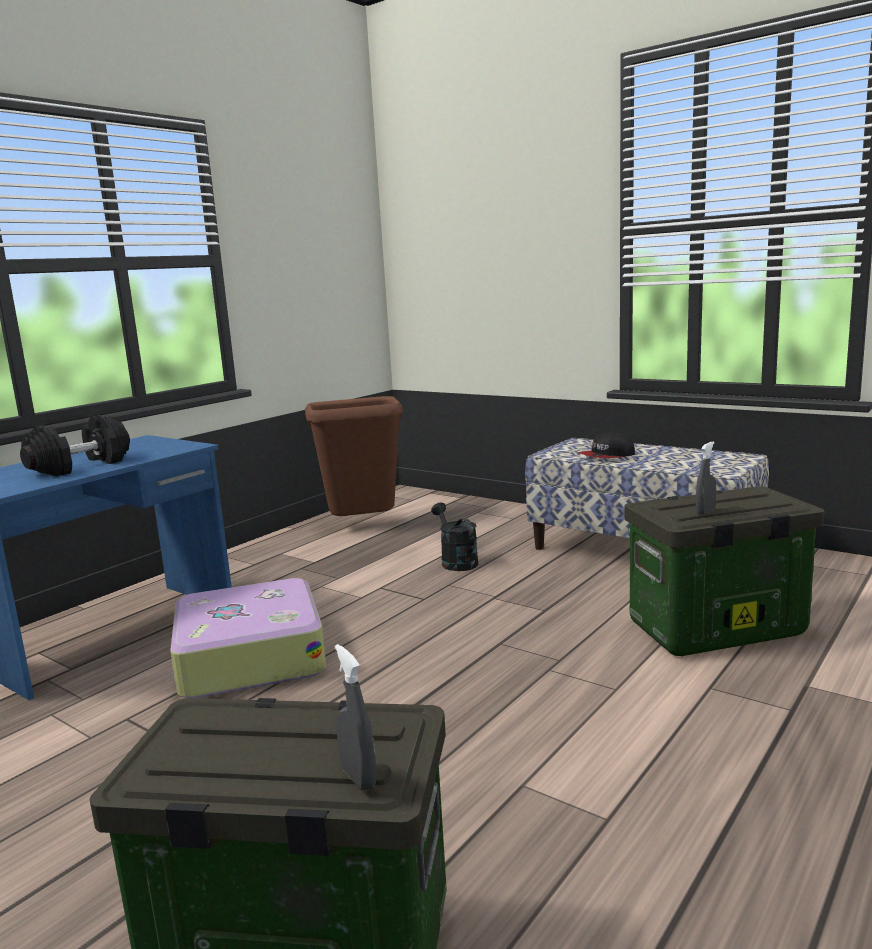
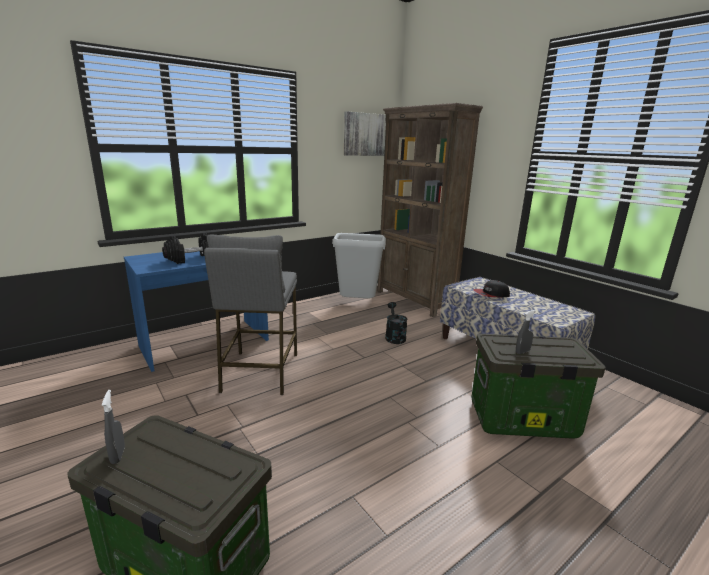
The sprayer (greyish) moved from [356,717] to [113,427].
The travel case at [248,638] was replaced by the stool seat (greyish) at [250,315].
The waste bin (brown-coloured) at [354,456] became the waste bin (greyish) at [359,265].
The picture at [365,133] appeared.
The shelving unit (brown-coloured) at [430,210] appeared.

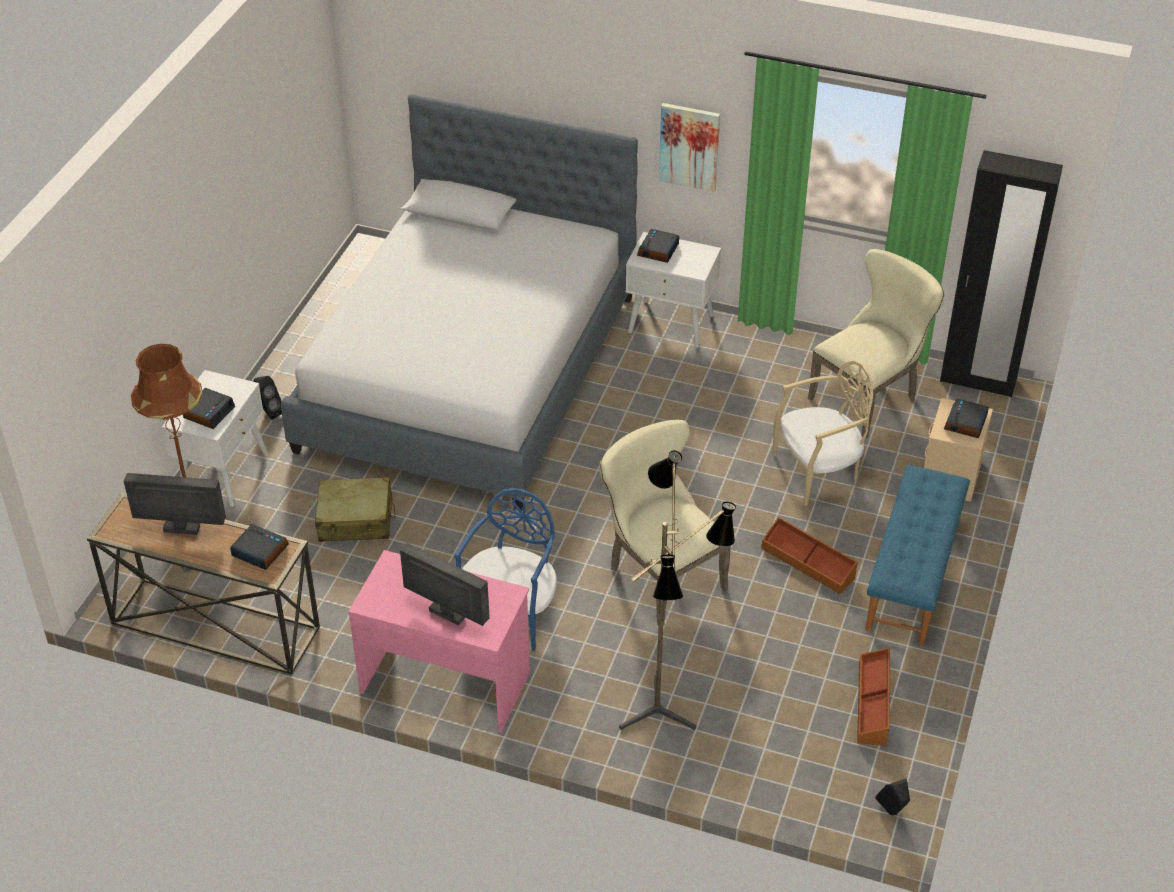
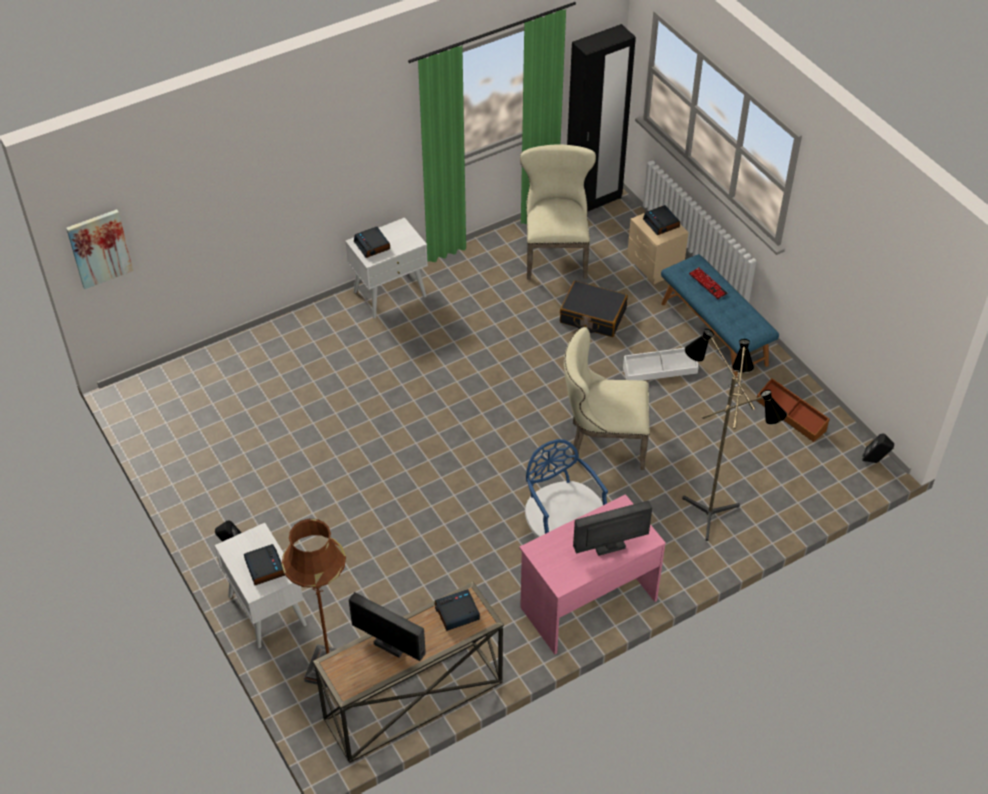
The picture moved from [689,147] to [99,249].
The computer display at [175,504] turned 105 degrees counterclockwise.
The plain chair (sand-coloured) at [823,433] was replaced by the travel case (black-coloured) at [594,309].
The storage bin (brown-coloured) at [809,555] became the storage bin (white) at [661,364].
The PC keyboard at [708,283] appeared.
The sleeping bed at [459,301] disappeared.
The travel case (sand-coloured) at [355,509] disappeared.

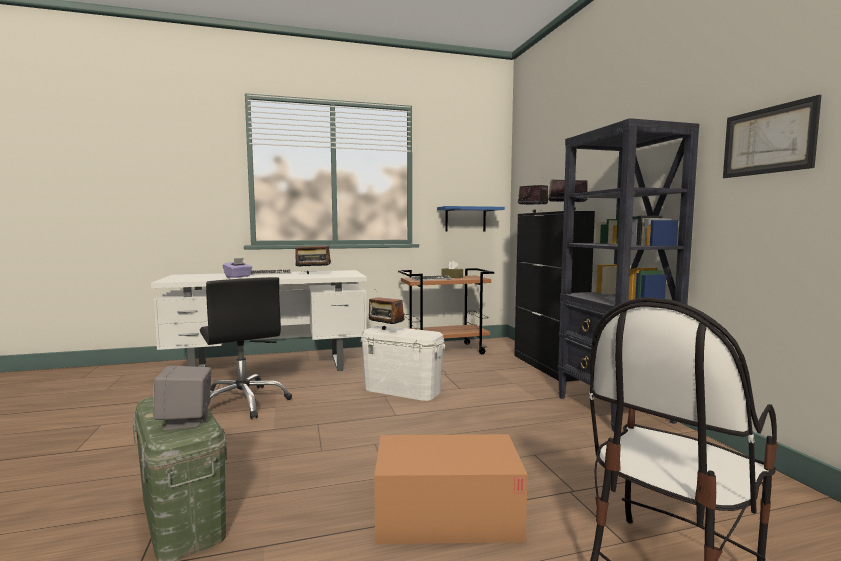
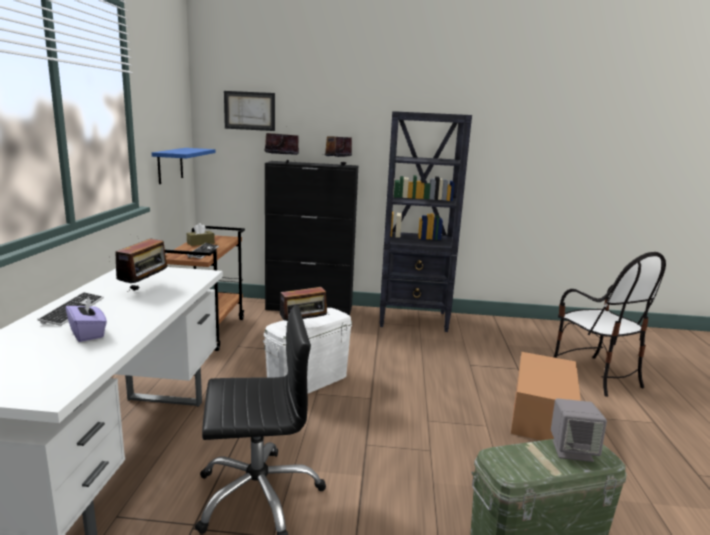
The picture moved from [772,136] to [249,111].

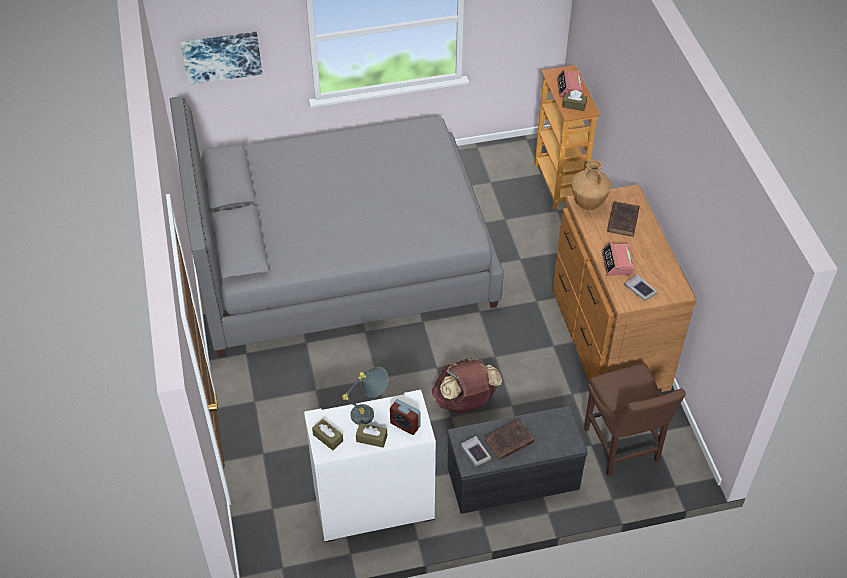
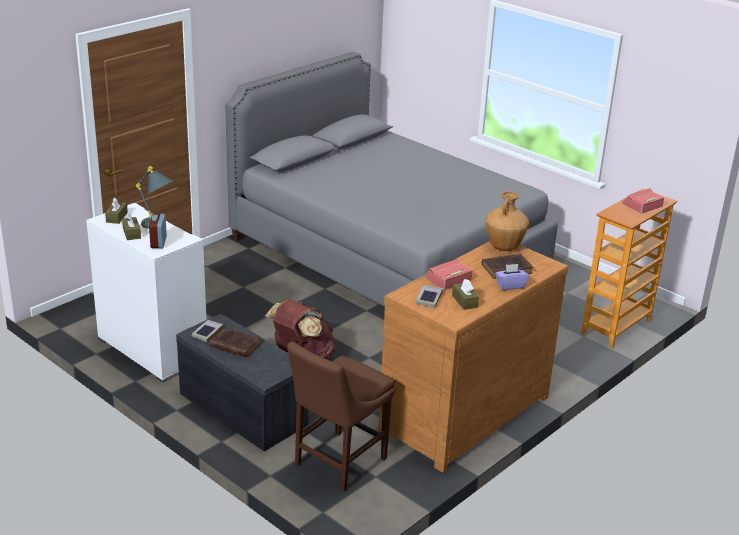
The box of tissues (brown-coloured) moved from [574,100] to [465,294].
The box of tissues (purplish) at [512,277] appeared.
The picture at [221,58] disappeared.

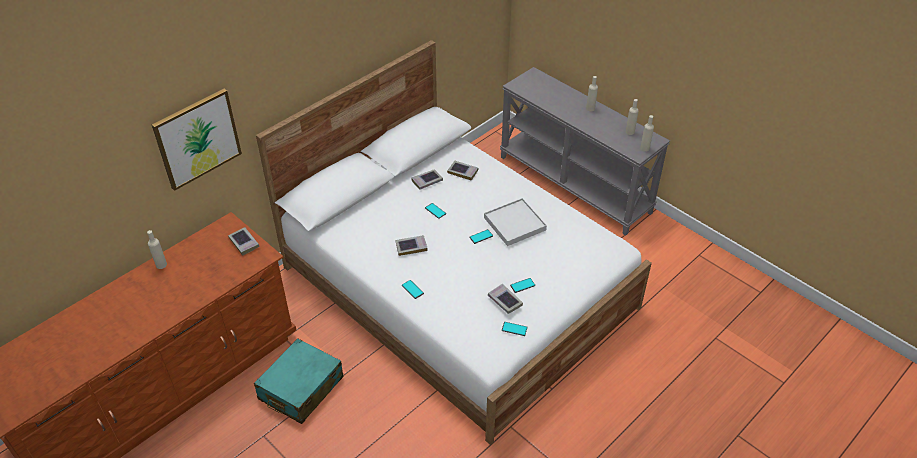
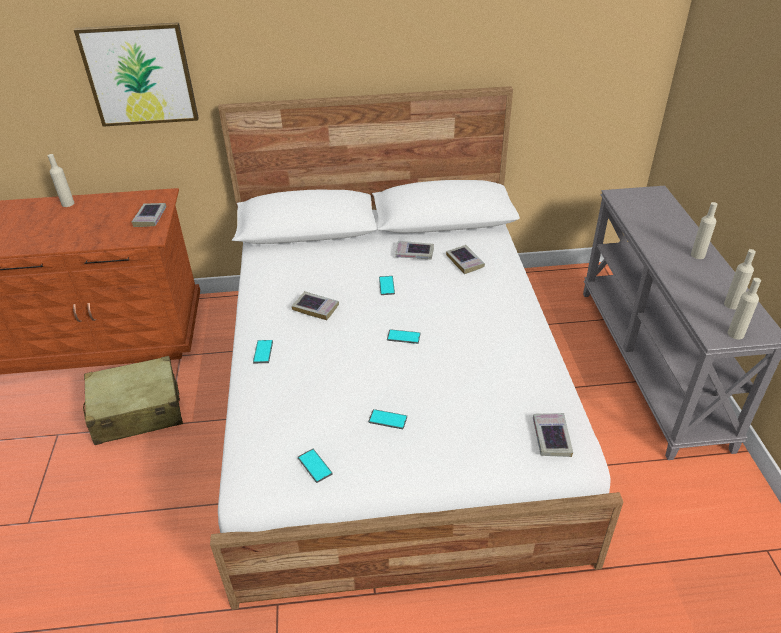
The travel case (turquoise) at [299,381] became the travel case (sand-coloured) at [133,400].
The bound book moved from [505,299] to [553,435].
The serving tray (white) at [515,222] disappeared.

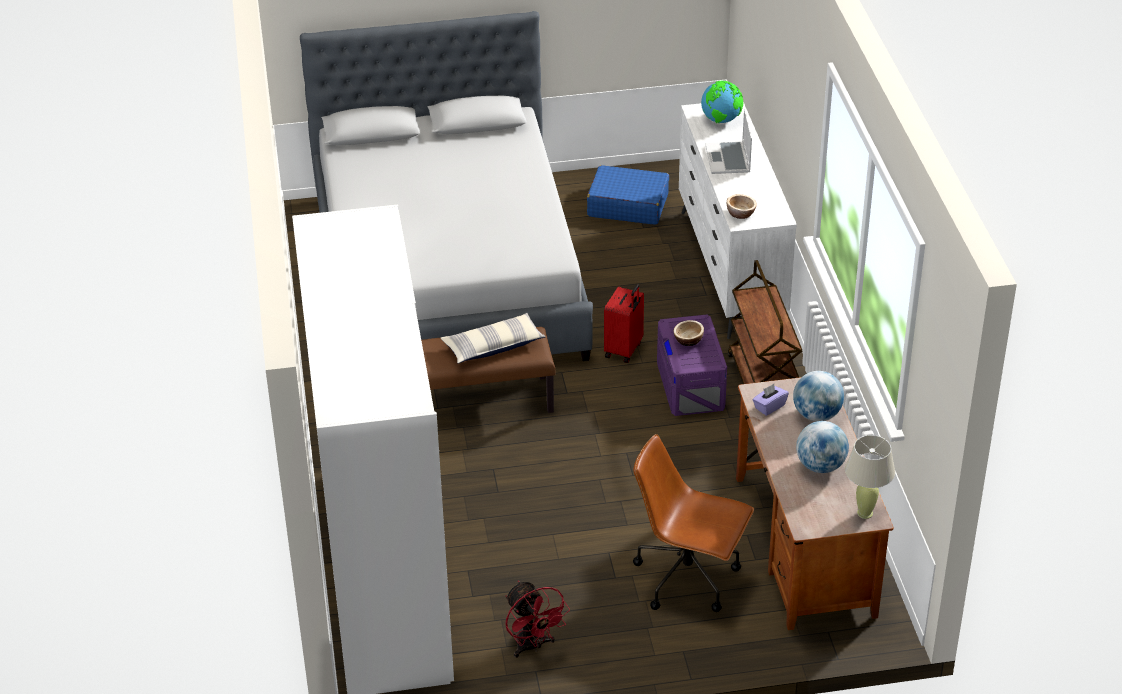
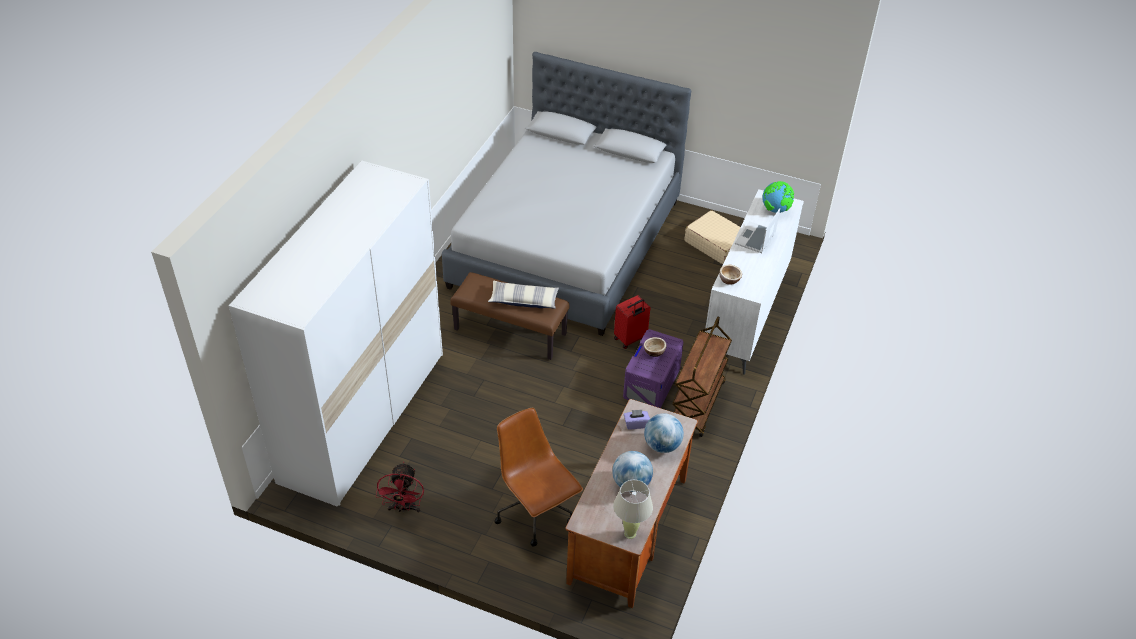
The travel case (blue-coloured) at [628,195] became the travel case (sand-coloured) at [712,237].

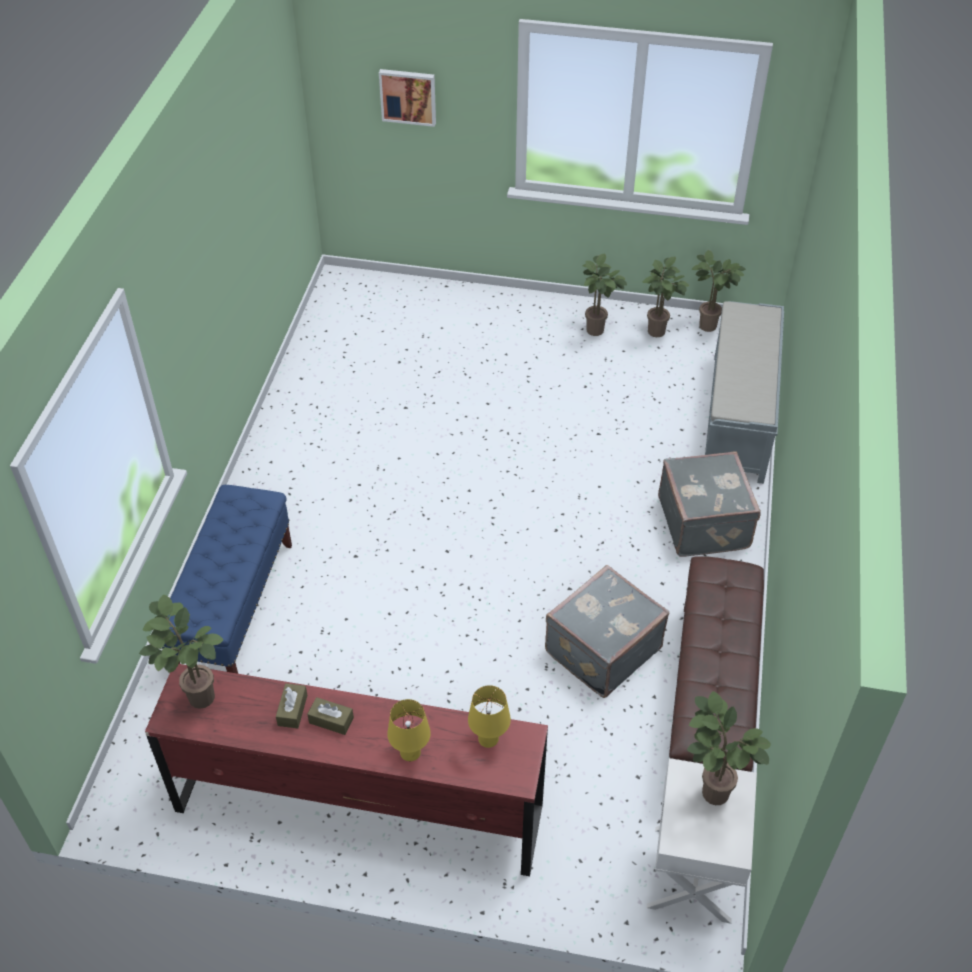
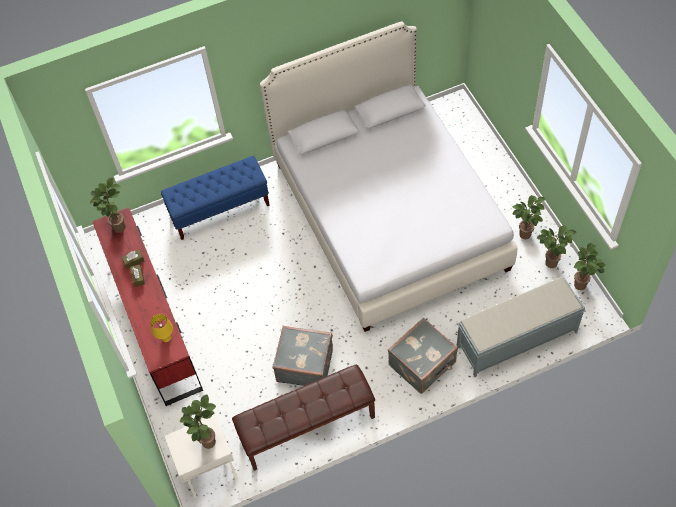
The sleeping bed (white) at [388,177] appeared.
The picture at [407,98] disappeared.
The lamp for a table (yellow) at [409,730] disappeared.

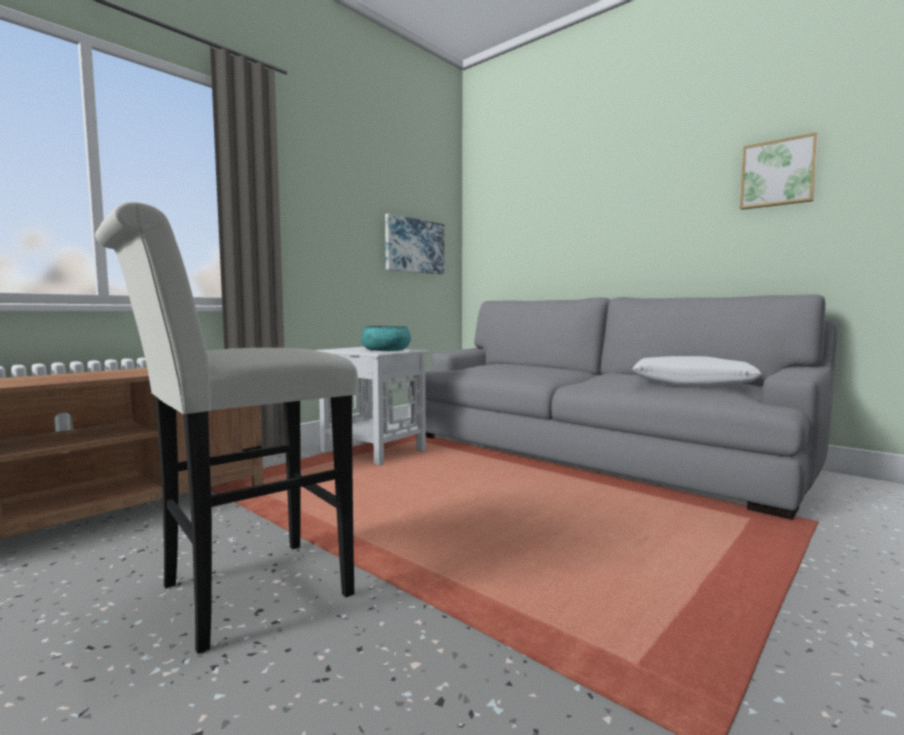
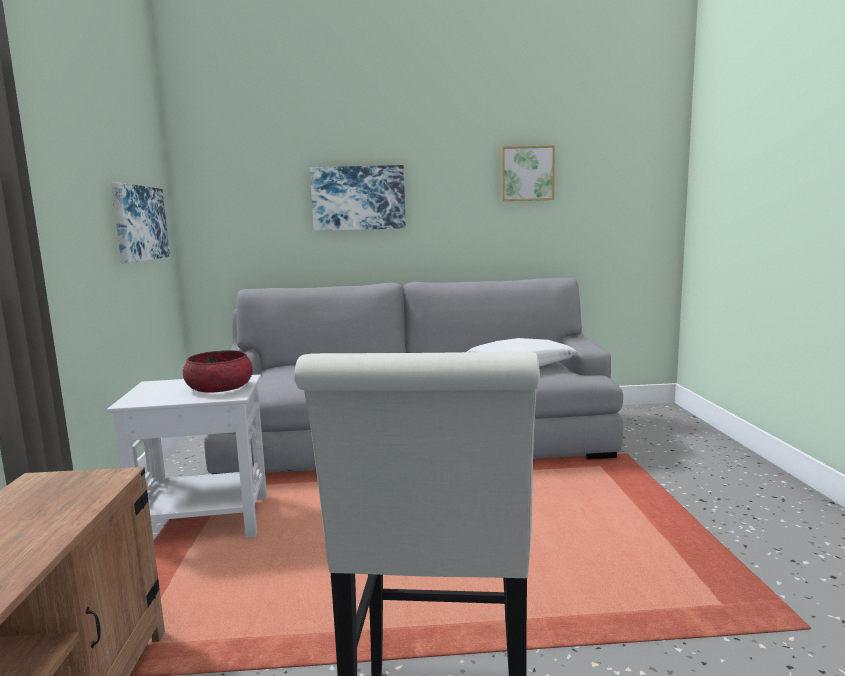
The bowl (turquoise) at [386,338] became the bowl (red-coloured) at [218,371].
The picture at [358,198] appeared.

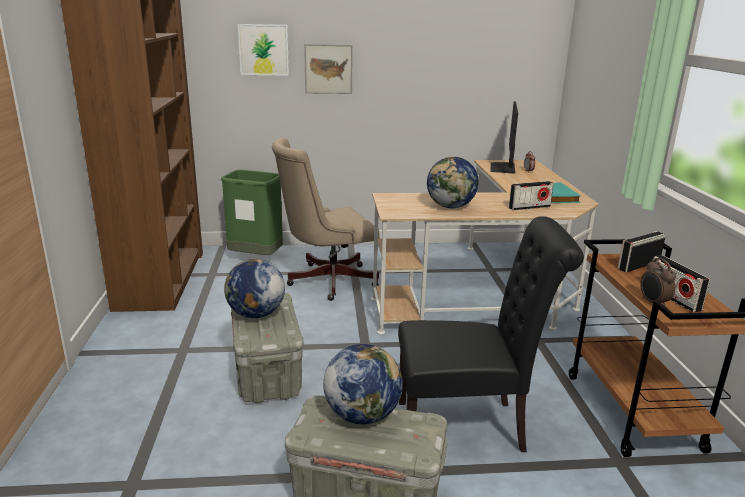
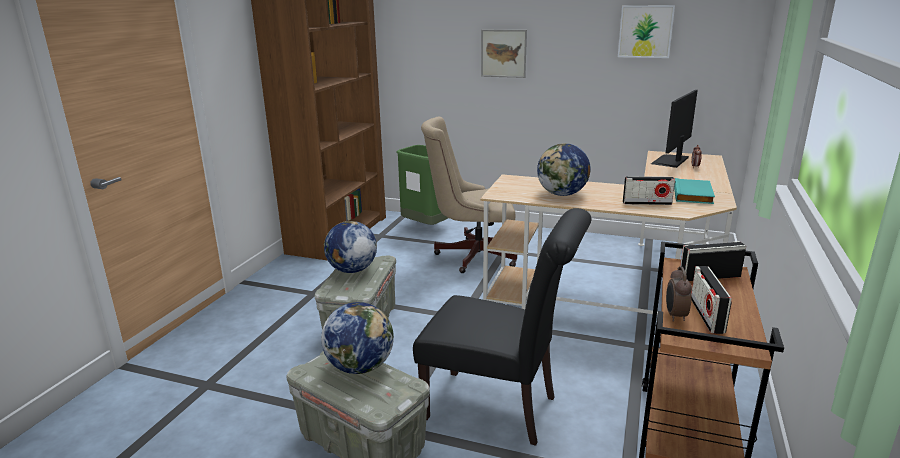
The picture moved from [263,50] to [646,31].

